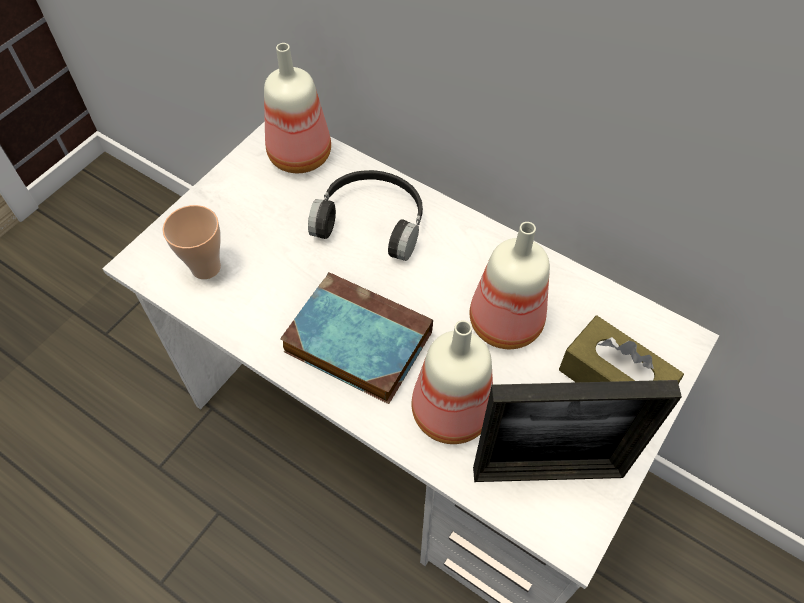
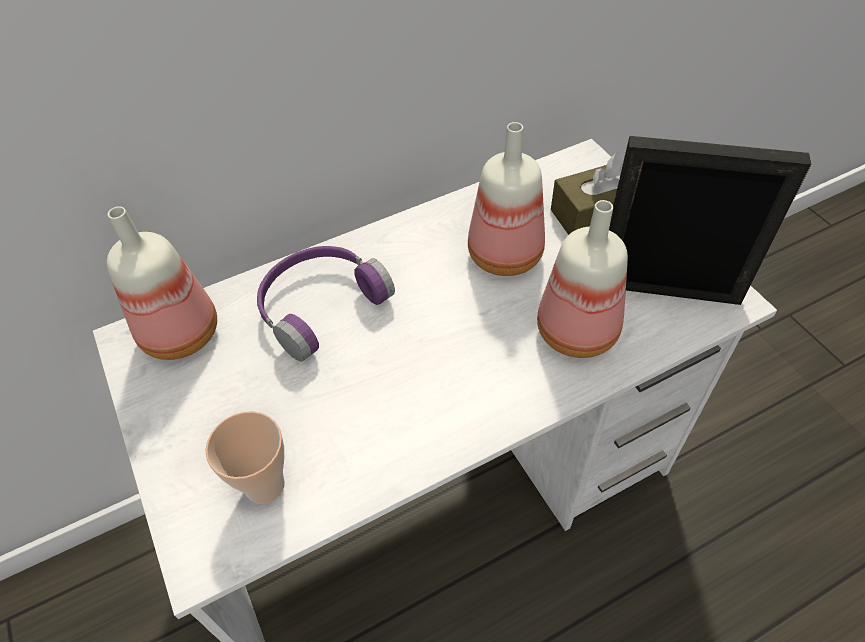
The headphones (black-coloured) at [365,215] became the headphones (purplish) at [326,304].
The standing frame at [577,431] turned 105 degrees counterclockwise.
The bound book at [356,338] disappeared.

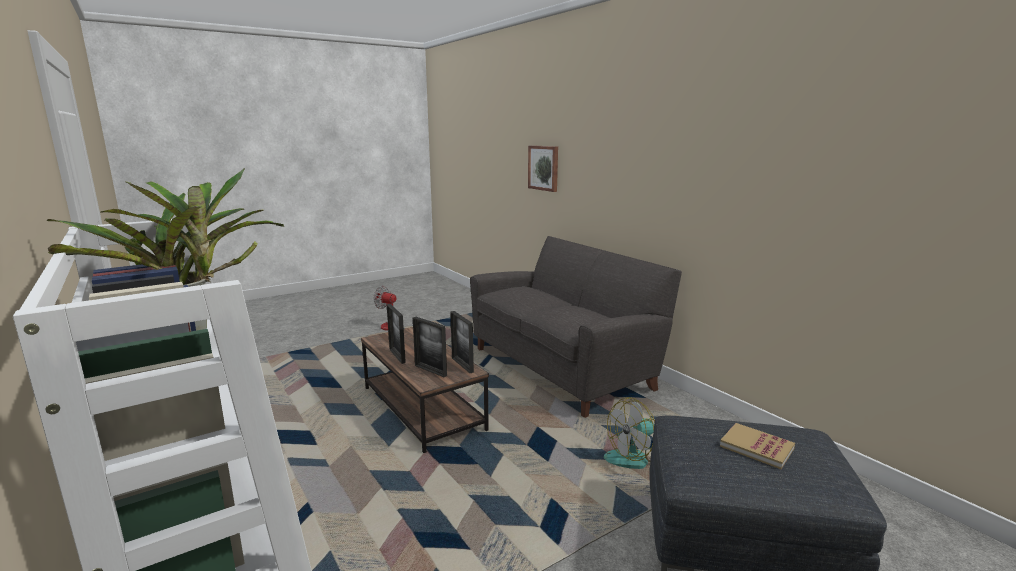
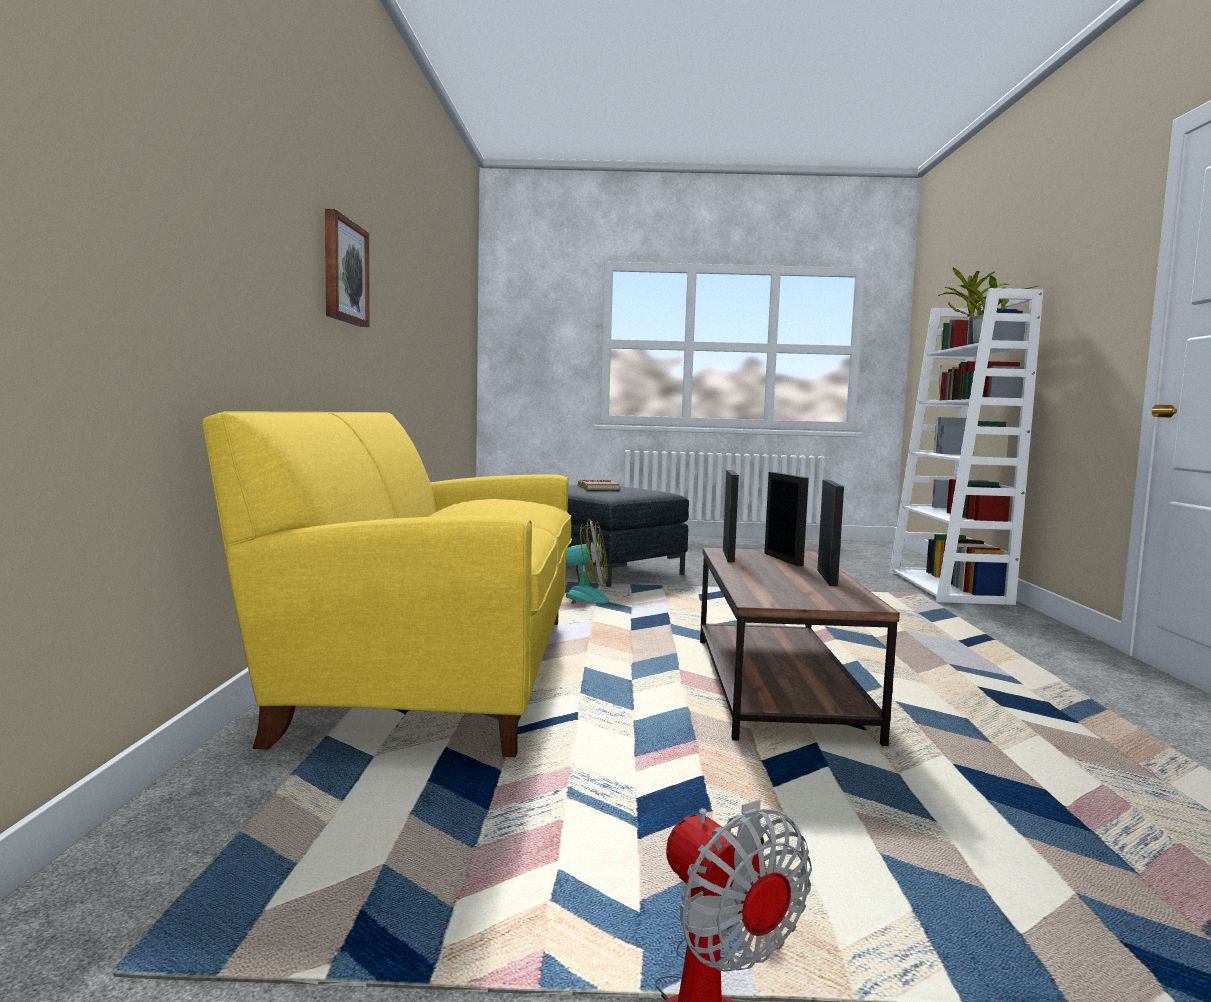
The couch (greyish) at [576,327] became the couch (yellow) at [387,584].
The picture moved from [543,168] to [347,268].

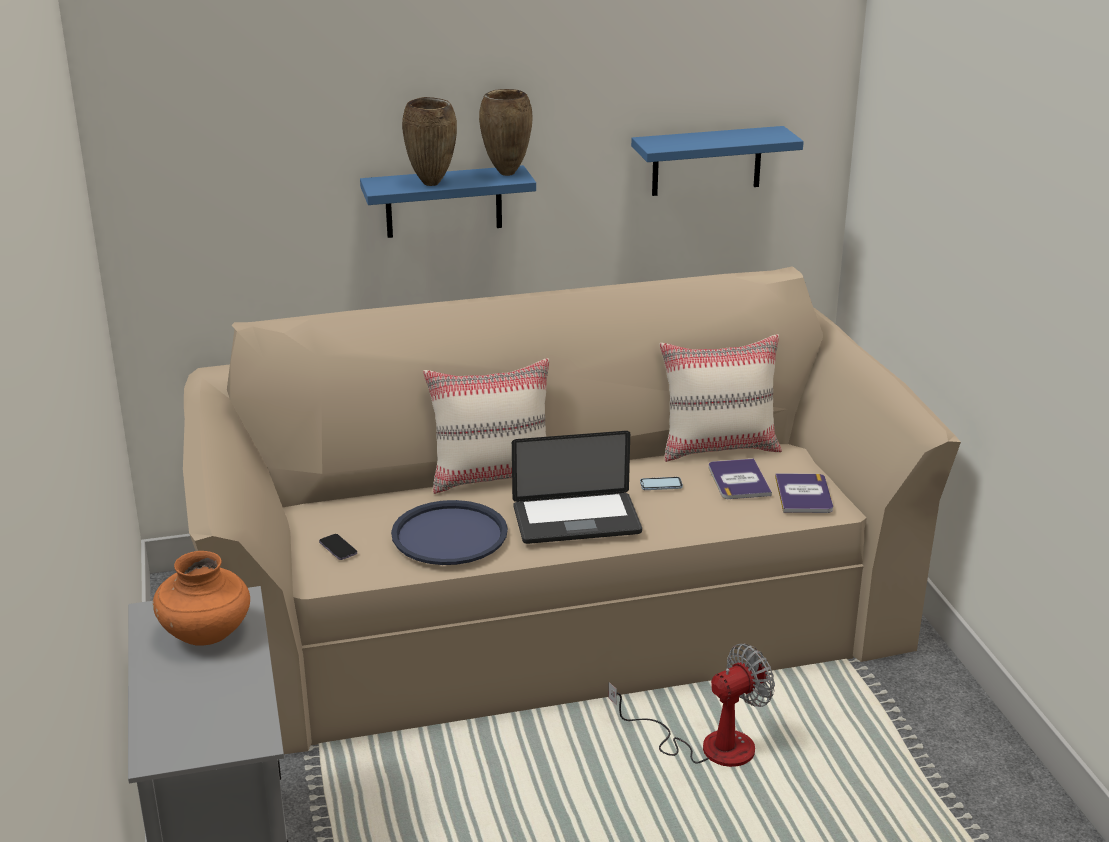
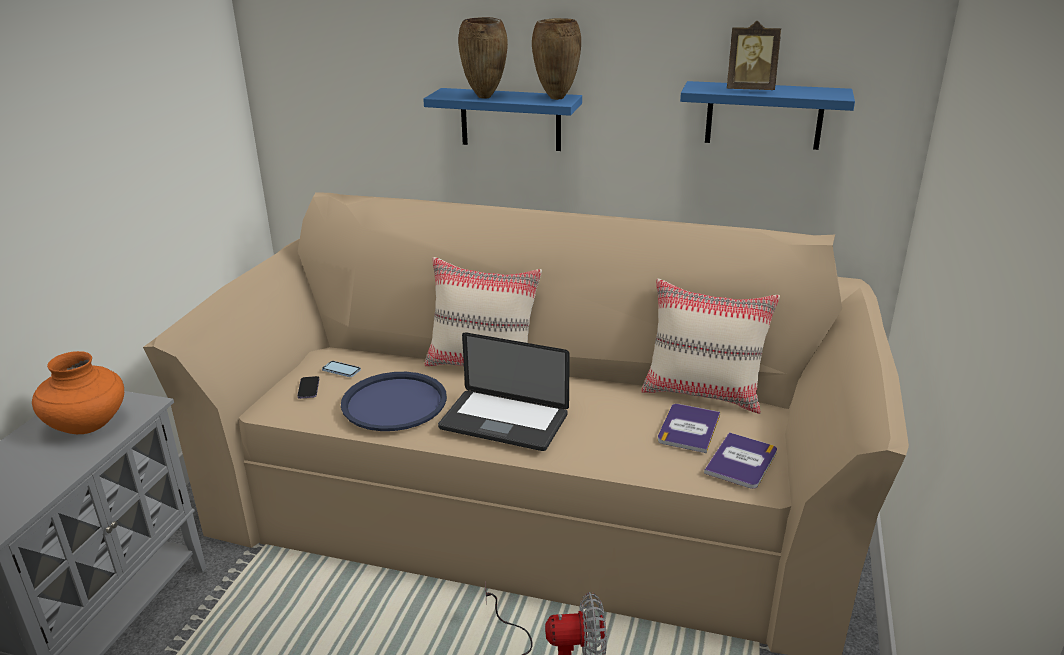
The handset moved from [661,483] to [341,369].
The standing frame at [754,55] appeared.

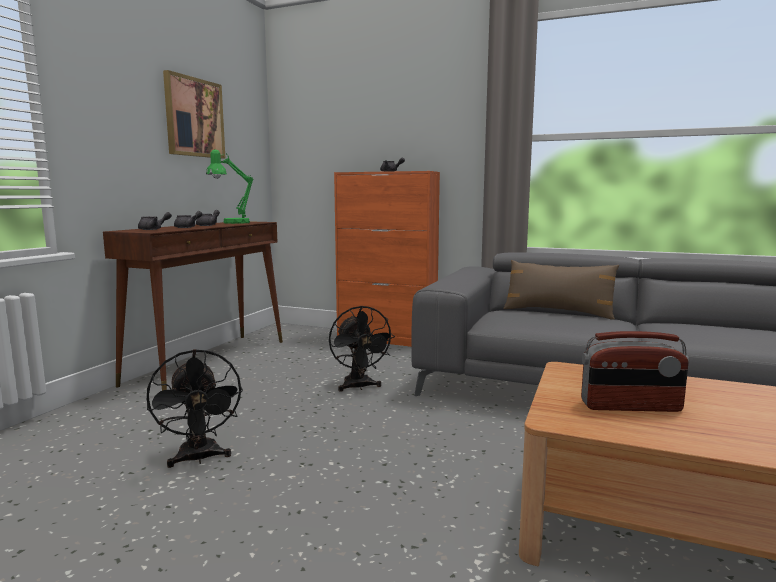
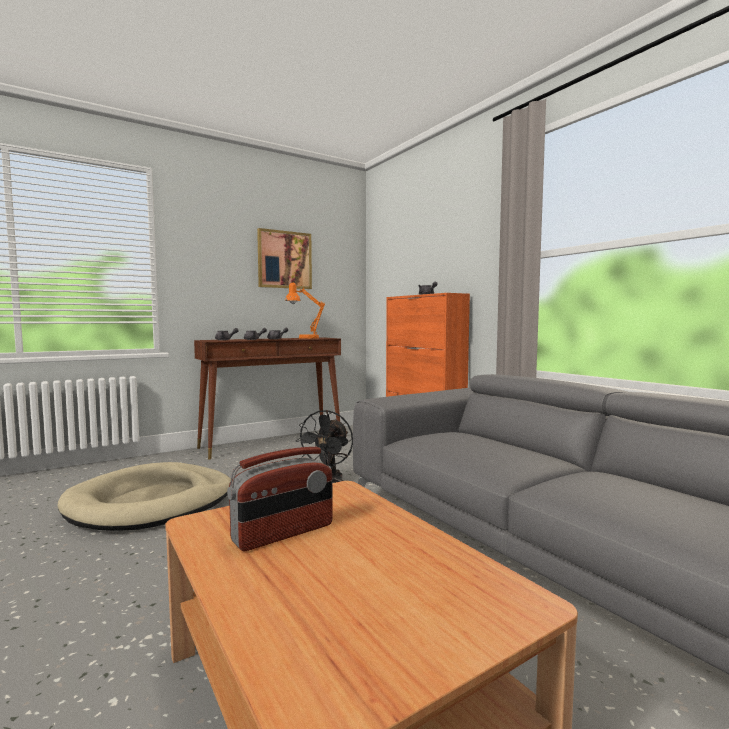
The fan (black-coloured) at [195,408] was replaced by the pet bed (sand-coloured) at [144,496].
The radio at [635,371] turned 75 degrees counterclockwise.
The lamp for a table (greenish) at [230,187] became the lamp for a table (orangey) at [305,310].
The throw pillow (brown-coloured) at [561,290] disappeared.

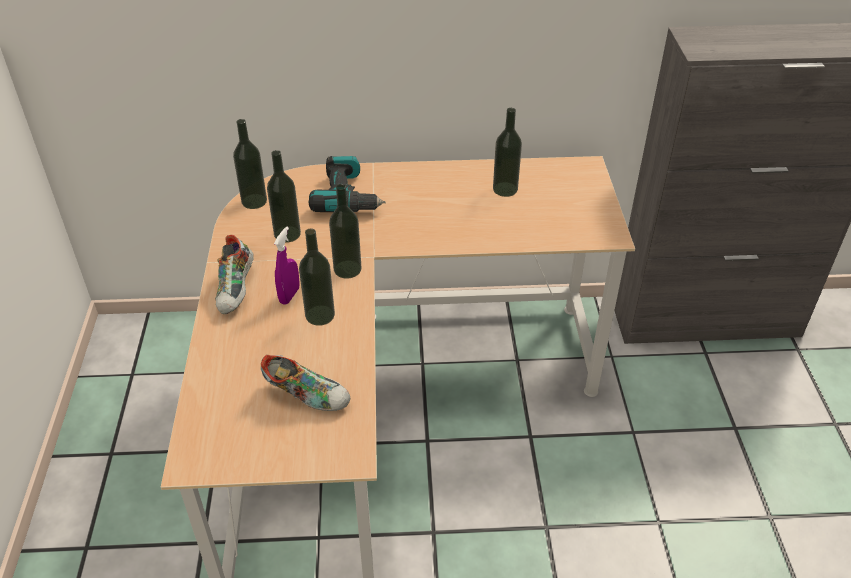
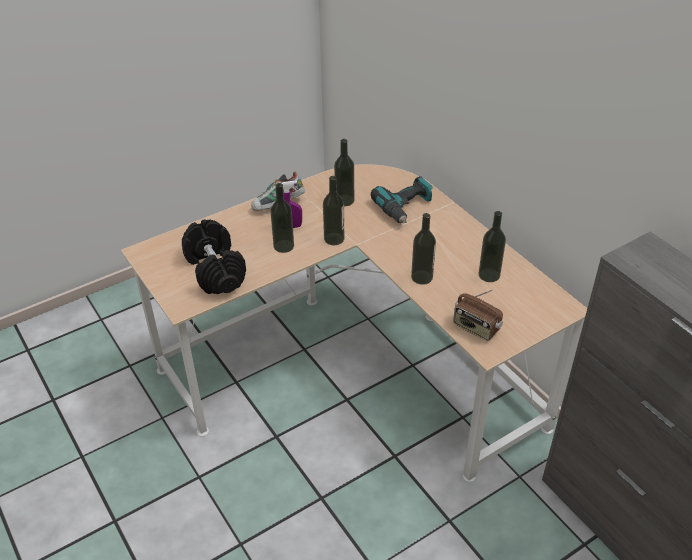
The shoe at [305,383] was replaced by the hand weight (black-coloured) at [214,256].
The drink bottle moved from [250,164] to [423,249].
The radio at [478,315] appeared.

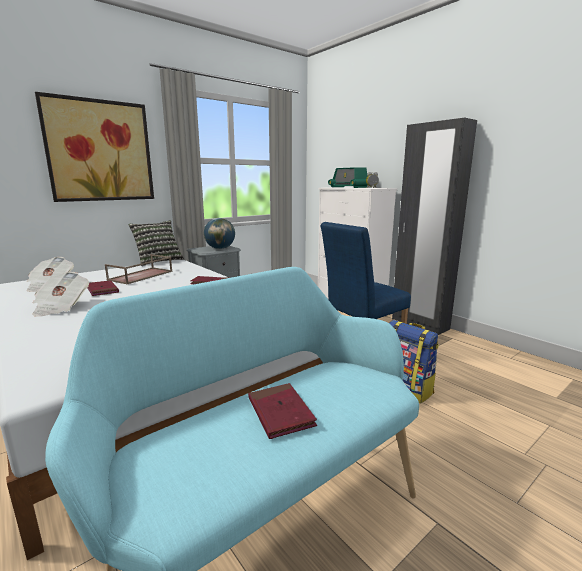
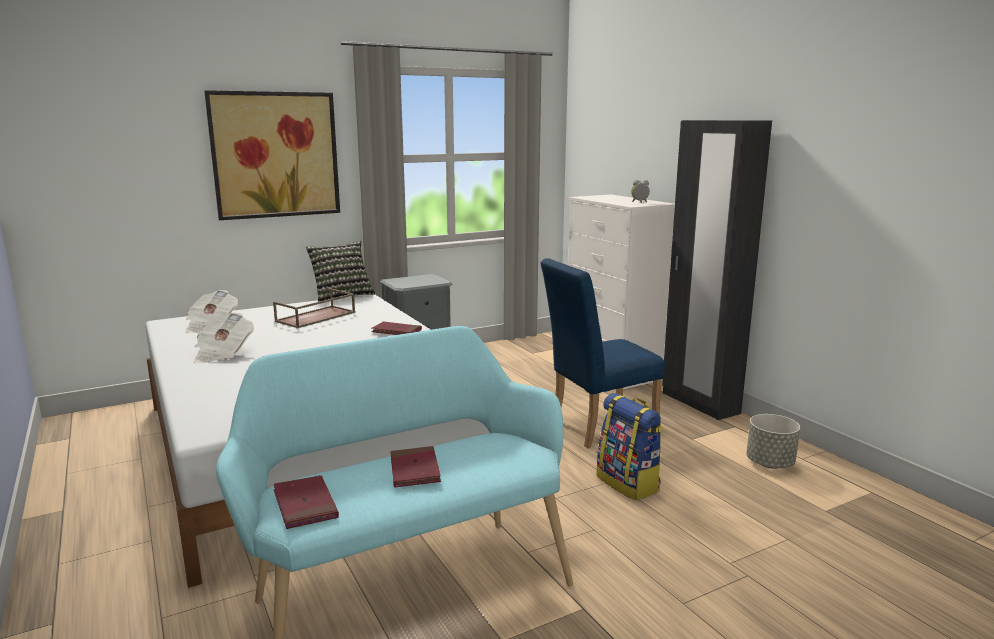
The bound book (red-coloured) moved from [103,288] to [306,502].
The plant pot (greyish) at [773,441] appeared.
The globe at [219,233] disappeared.
The radio at [347,177] disappeared.

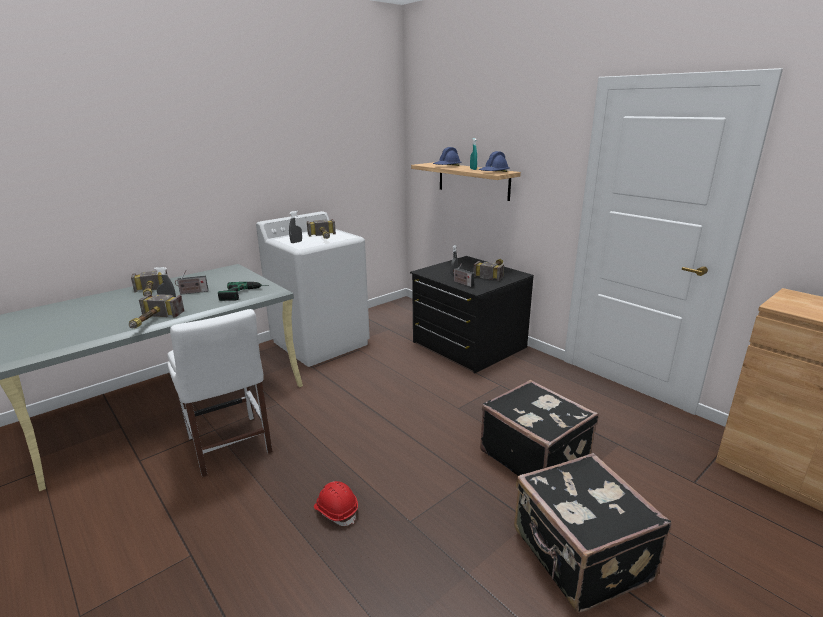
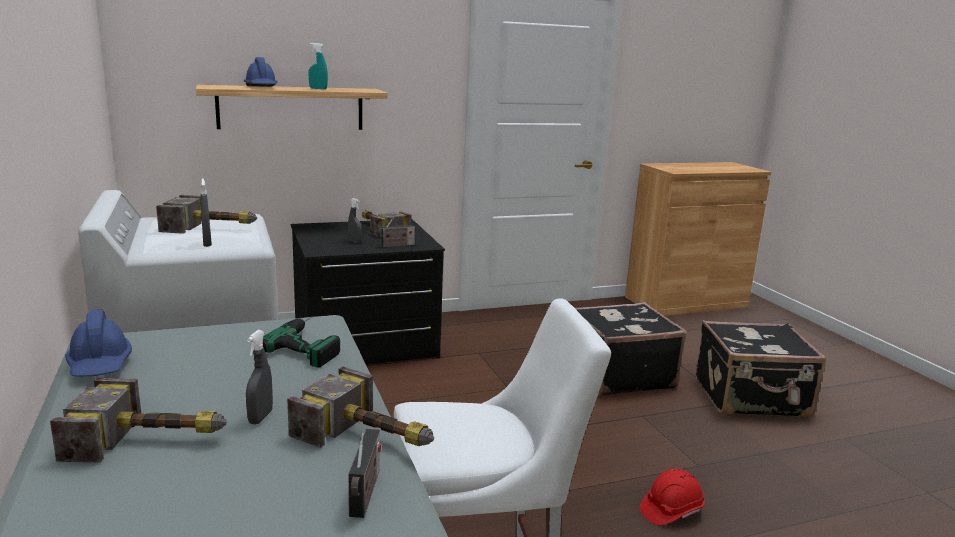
The hard hat (blue-coloured) moved from [494,161] to [99,343].
The radio moved from [191,282] to [364,473].

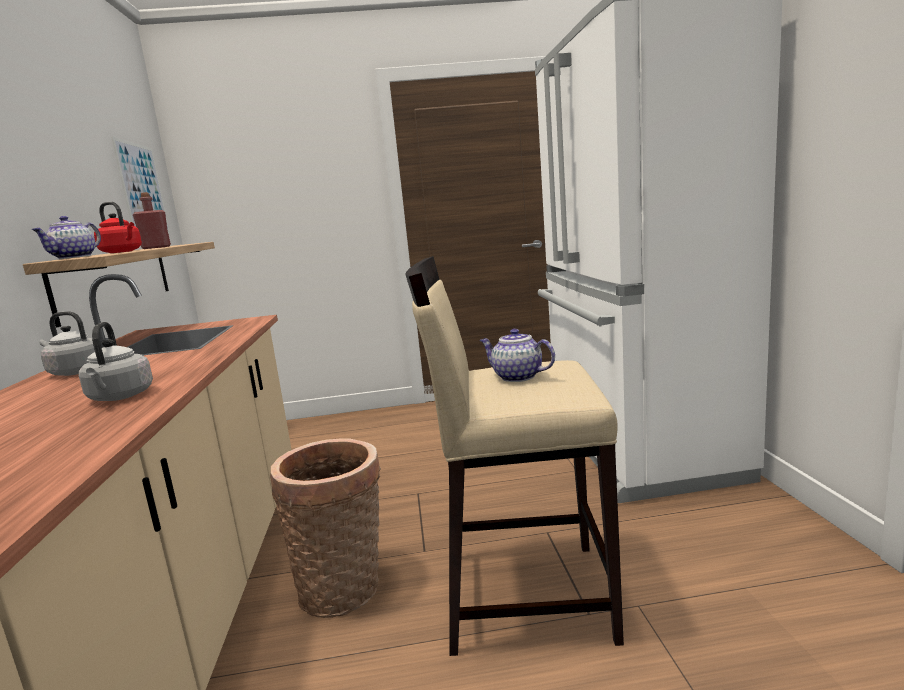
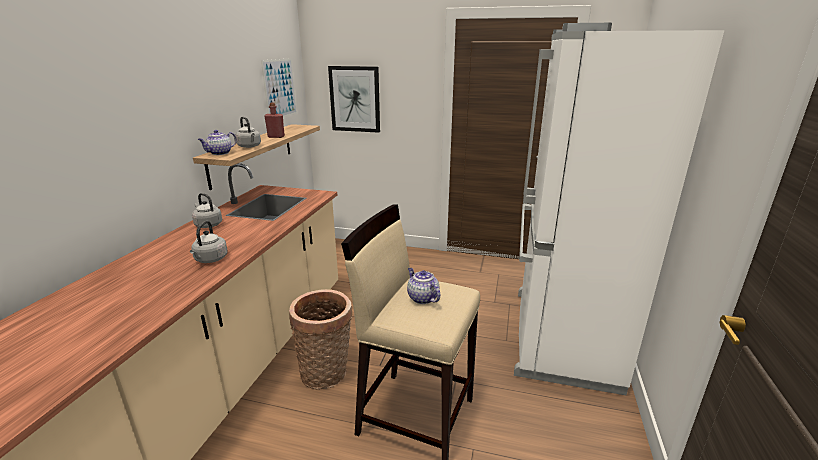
The tea kettle (red-coloured) at [118,227] became the tea kettle (greyish) at [248,132].
The picture at [354,99] appeared.

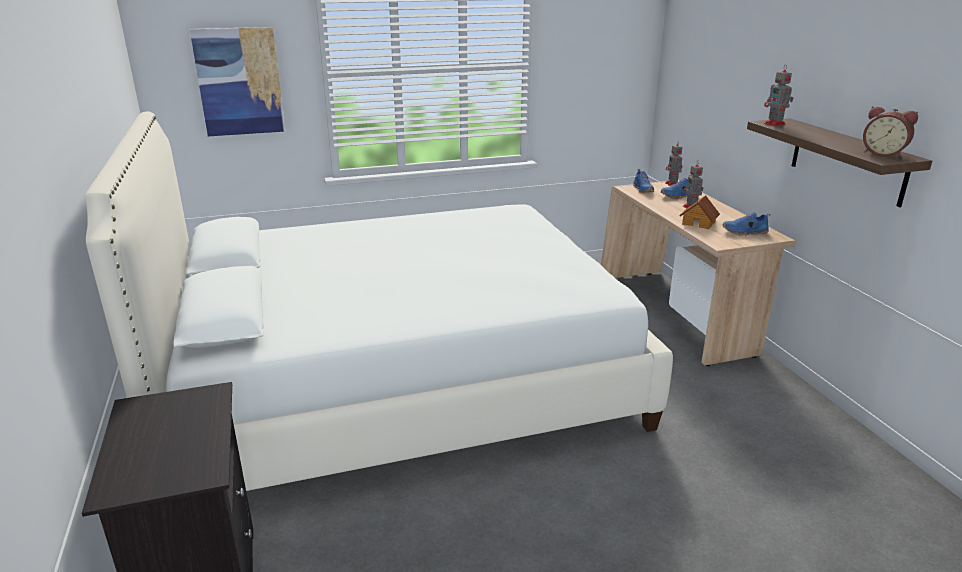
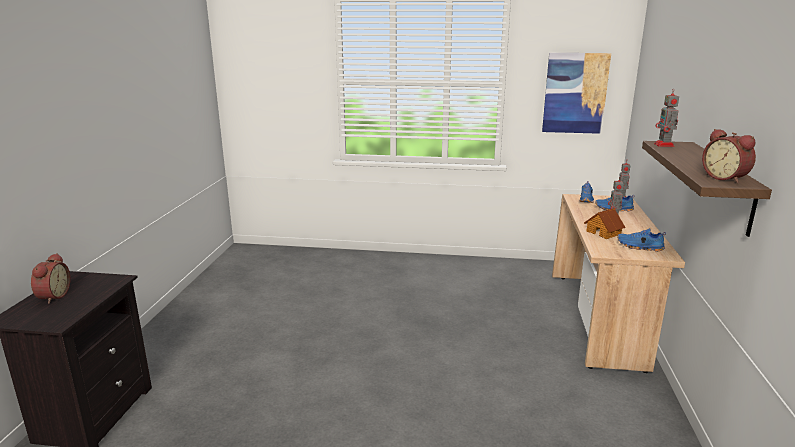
The bedside clock at [51,278] appeared.
The picture moved from [238,81] to [576,93].
The sleeping bed (white) at [379,301] disappeared.

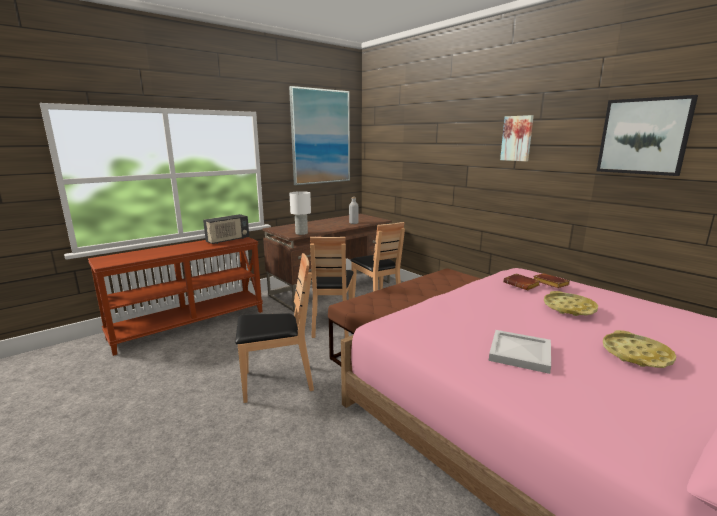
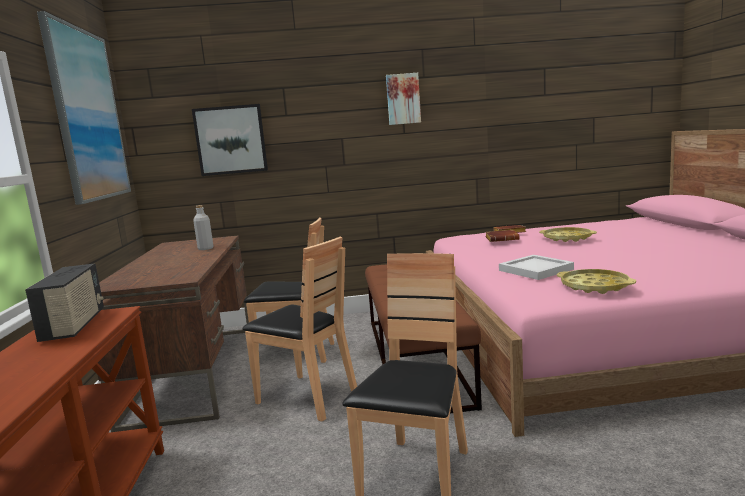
The picture moved from [647,135] to [230,140].
The serving tray (white) moved from [520,352] to [536,267].
The serving tray (yellow) moved from [639,349] to [596,281].
The lamp for a table (white) at [300,213] disappeared.

